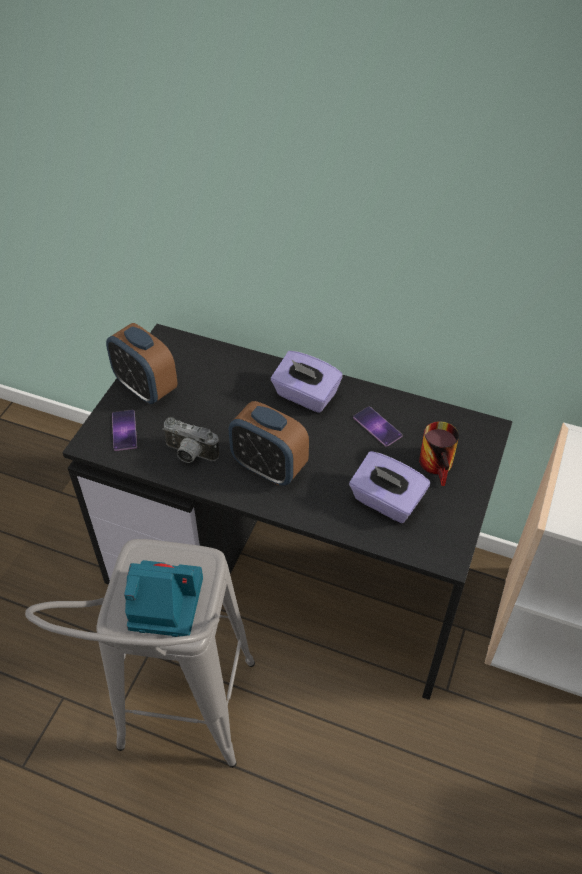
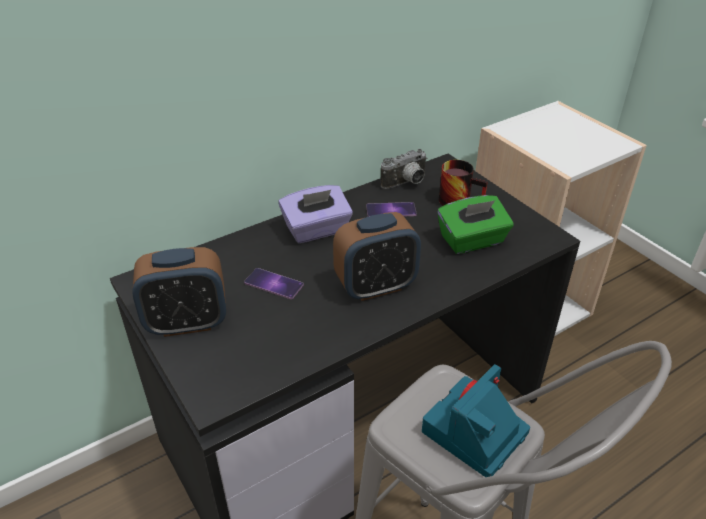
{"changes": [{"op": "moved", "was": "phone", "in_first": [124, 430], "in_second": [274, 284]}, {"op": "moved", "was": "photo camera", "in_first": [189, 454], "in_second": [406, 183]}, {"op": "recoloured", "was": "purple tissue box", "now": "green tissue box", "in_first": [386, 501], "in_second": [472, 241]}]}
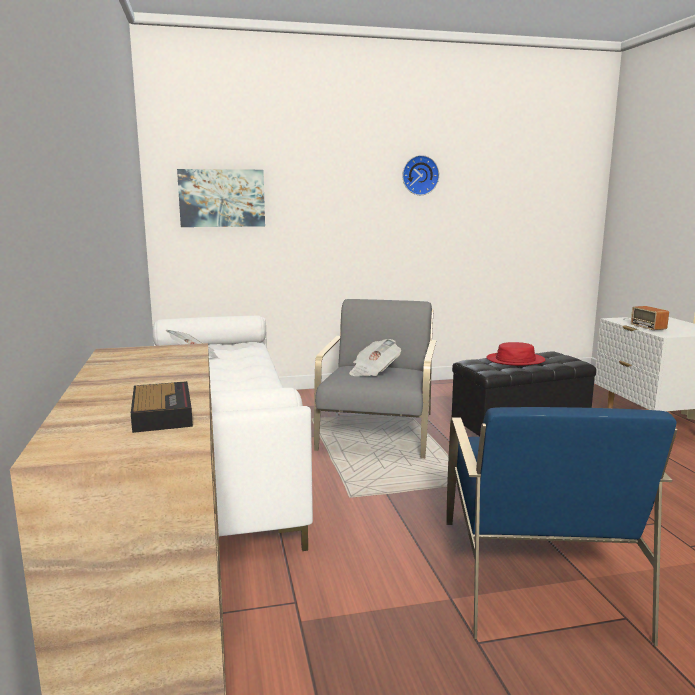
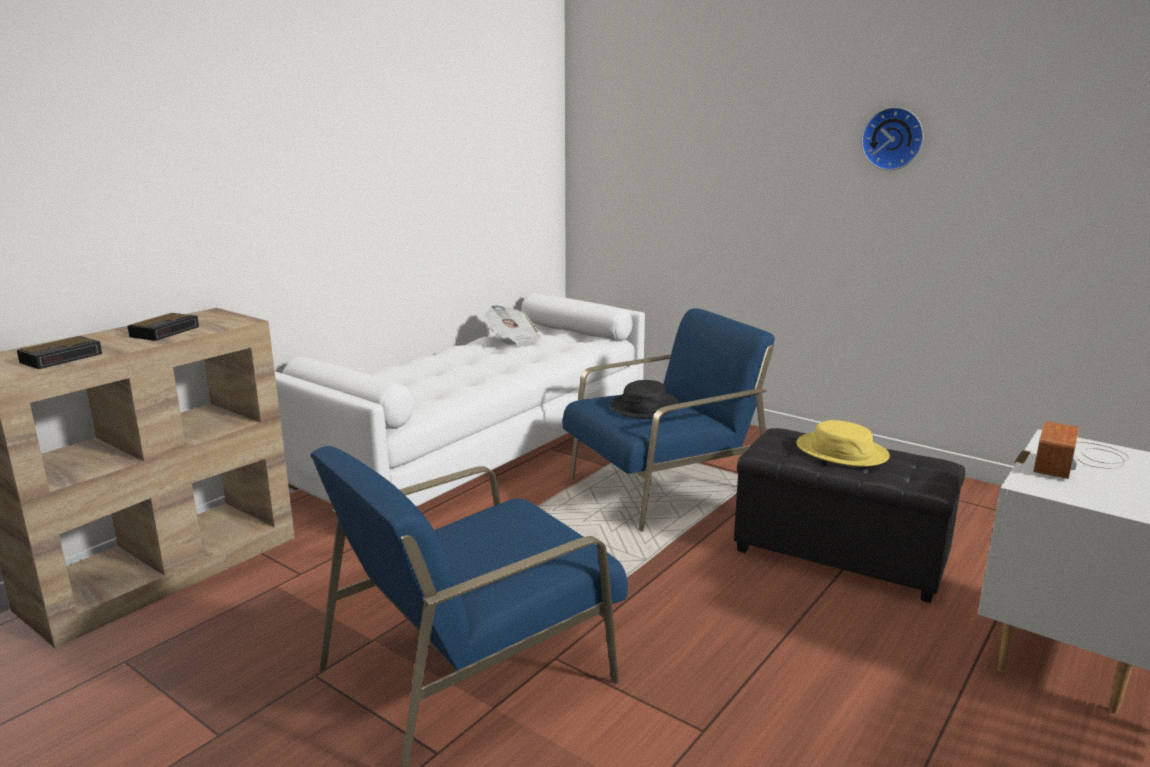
{"changes": [{"op": "removed", "was": "picture", "in_first": [222, 198]}, {"op": "added", "now": "alarm clock", "in_second": [166, 331]}, {"op": "replaced", "was": "newspaper", "now": "black hat", "in_first": [373, 372], "in_second": [644, 406]}, {"op": "recoloured", "was": "grey armchair", "now": "blue armchair", "in_first": [378, 434], "in_second": [662, 488]}, {"op": "recoloured", "was": "red hat", "now": "yellow hat", "in_first": [515, 360], "in_second": [841, 451]}]}
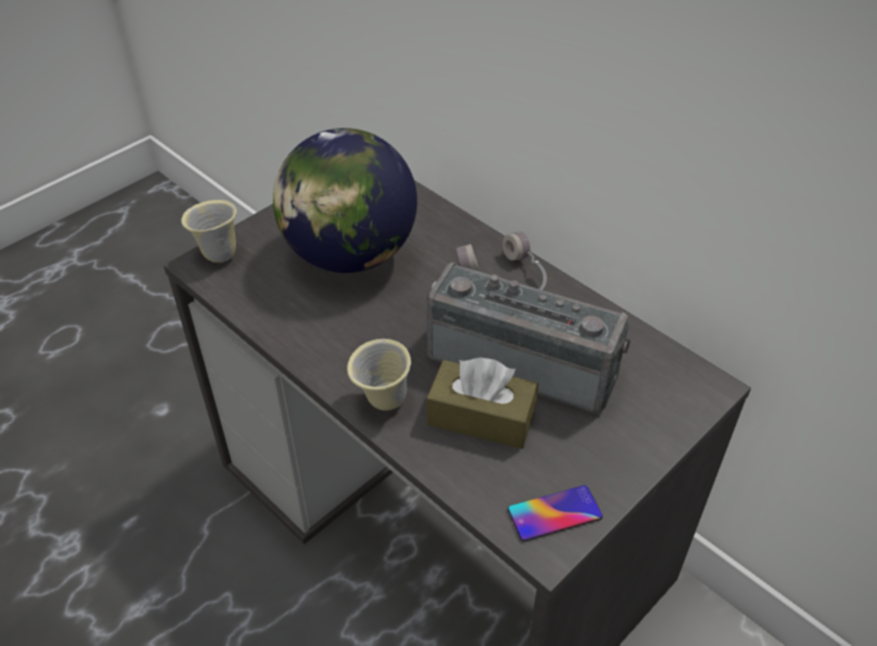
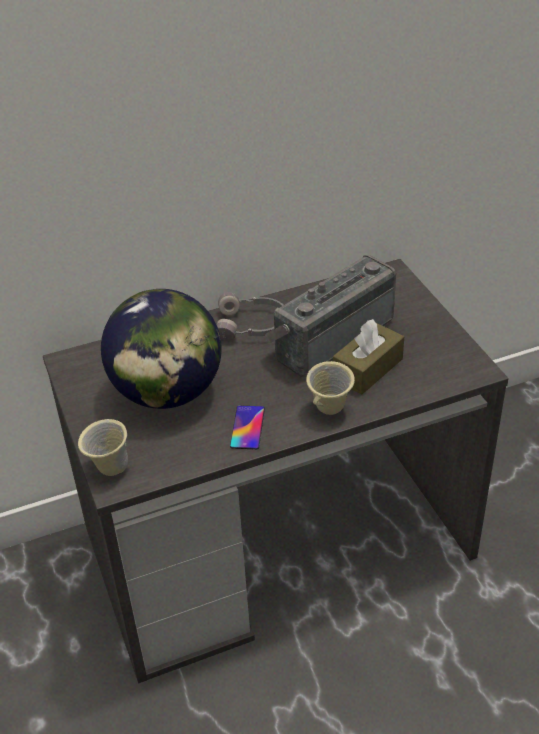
{"changes": [{"op": "moved", "was": "phone", "in_first": [554, 513], "in_second": [247, 427]}]}
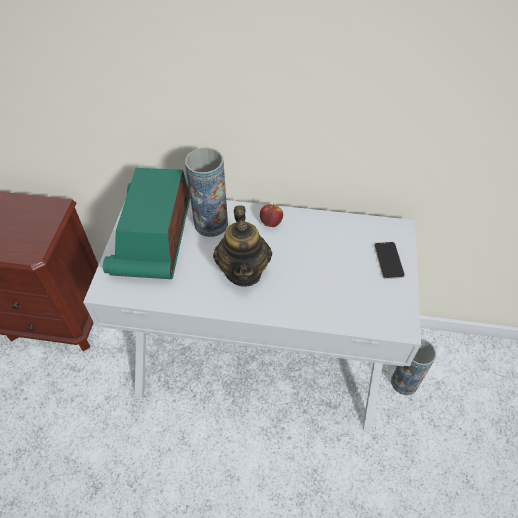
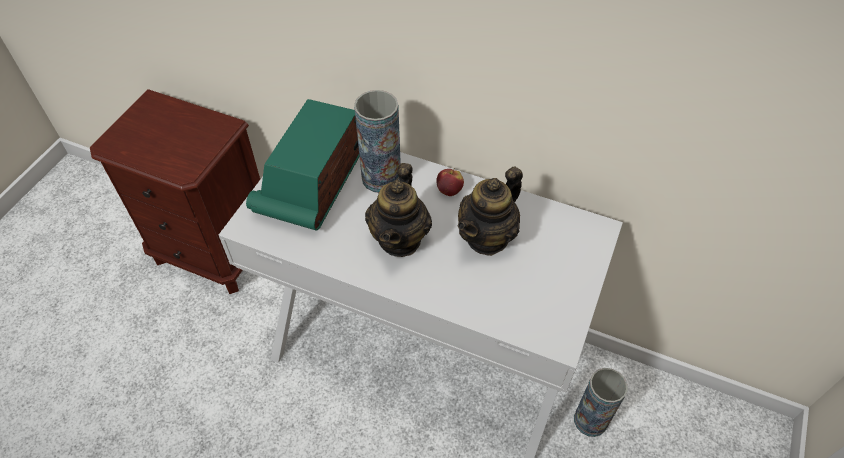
{"changes": [{"op": "removed", "was": "phone", "in_first": [388, 260]}, {"op": "added", "now": "teapot", "in_second": [487, 237]}]}
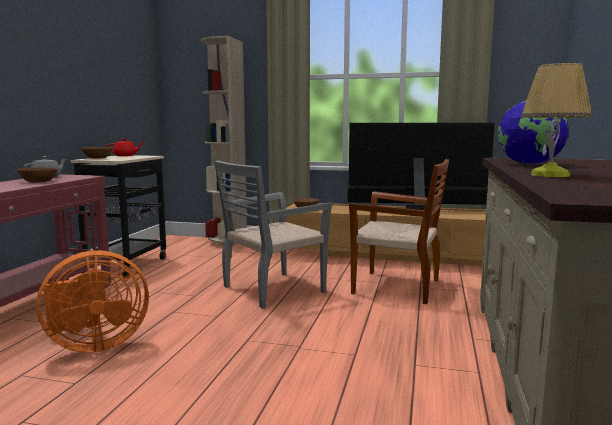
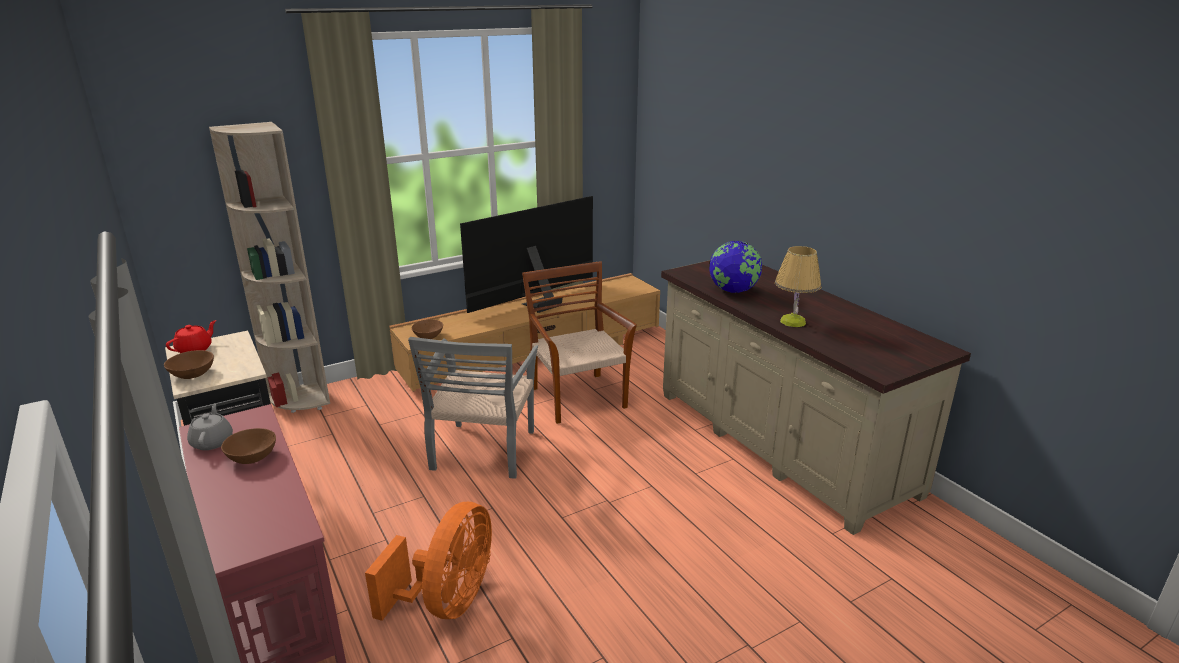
{"changes": [{"op": "turned", "was": "brown armchair", "in_first": [397, 287], "in_second": [578, 397], "clockwise": -90}]}
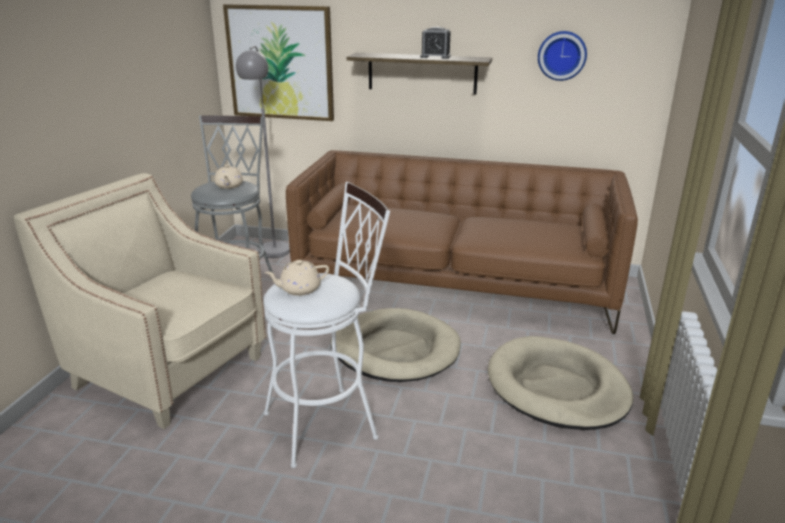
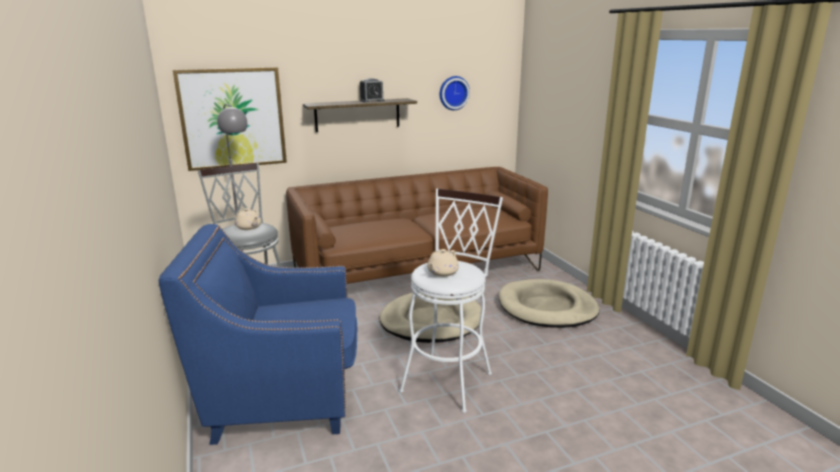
{"changes": [{"op": "recoloured", "was": "beige armchair", "now": "blue armchair", "in_first": [168, 371], "in_second": [282, 397]}]}
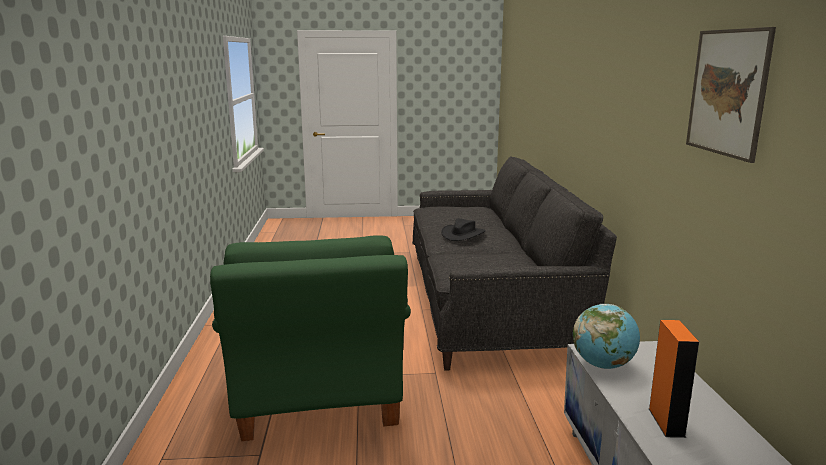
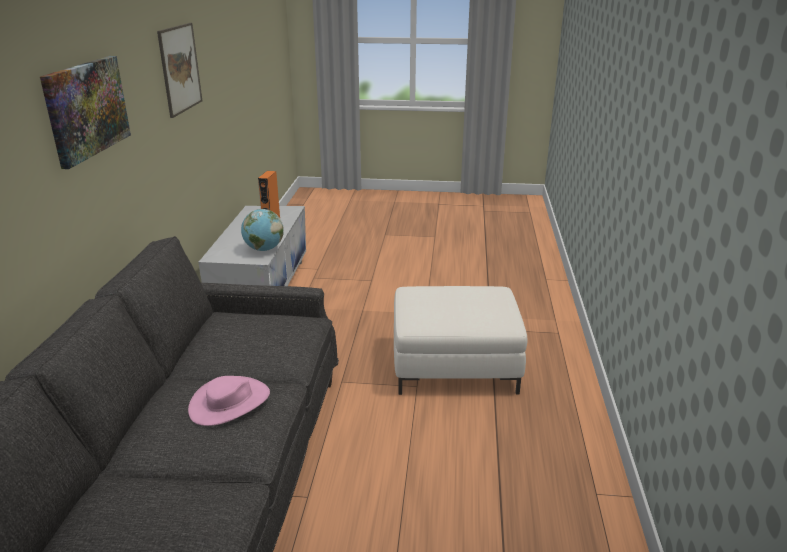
{"changes": [{"op": "added", "now": "picture", "in_second": [86, 109]}, {"op": "replaced", "was": "green armchair", "now": "white ottoman", "in_first": [317, 399], "in_second": [455, 365]}, {"op": "recoloured", "was": "black hat", "now": "pink hat", "in_first": [463, 234], "in_second": [230, 403]}]}
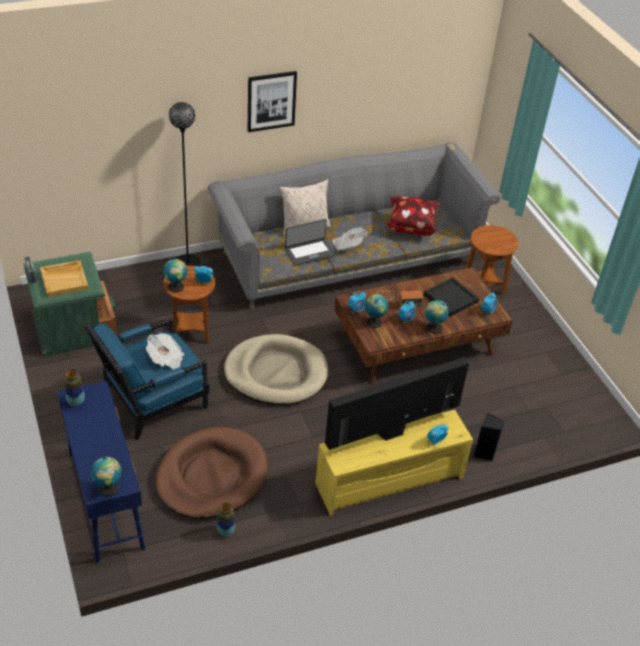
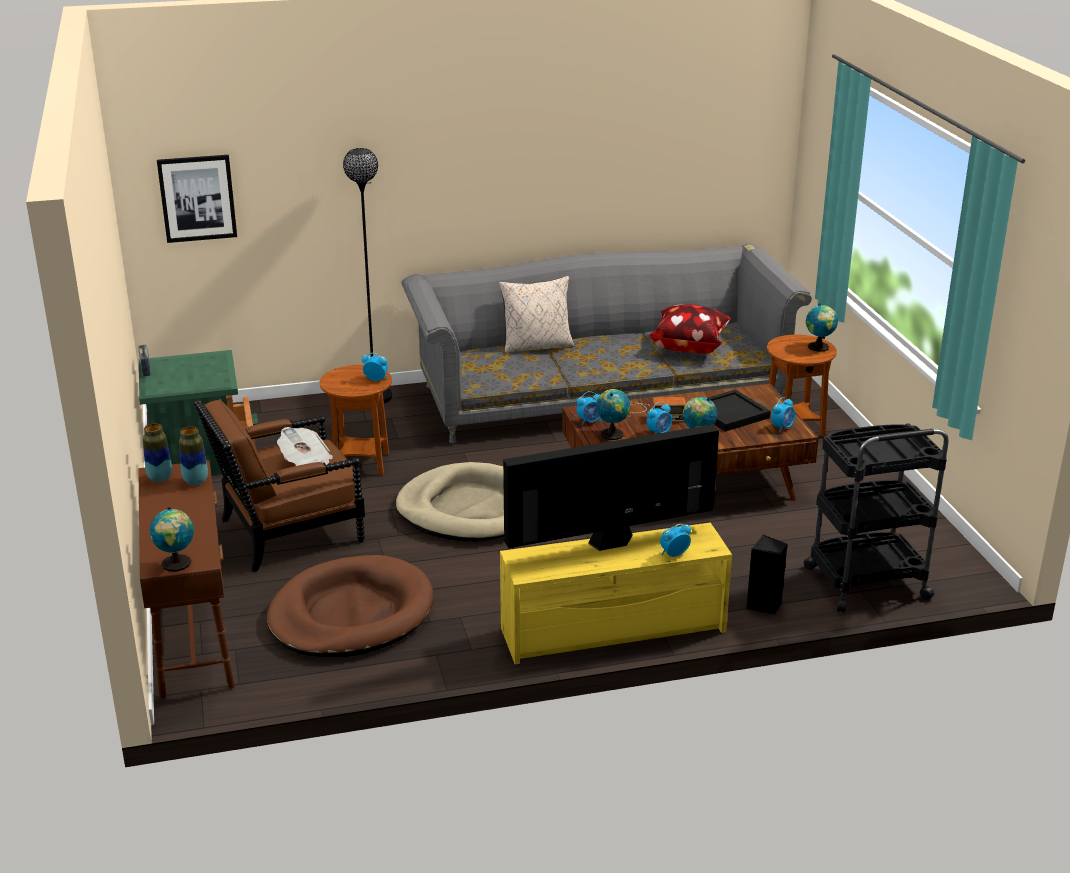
{"changes": [{"op": "removed", "was": "beige tray", "in_first": [64, 280]}, {"op": "removed", "was": "laptop", "in_first": [309, 252]}, {"op": "removed", "was": "newspaper", "in_first": [348, 245]}, {"op": "added", "now": "black cart", "in_second": [866, 582]}, {"op": "moved", "was": "globe", "in_first": [176, 287], "in_second": [819, 347]}, {"op": "moved", "was": "vase", "in_first": [226, 531], "in_second": [195, 481]}, {"op": "moved", "was": "picture", "in_first": [271, 101], "in_second": [197, 198]}, {"op": "recoloured", "was": "blue console table", "now": "brown console table", "in_first": [107, 500], "in_second": [194, 633]}, {"op": "recoloured", "was": "blue armchair", "now": "brown armchair", "in_first": [151, 401], "in_second": [286, 532]}]}
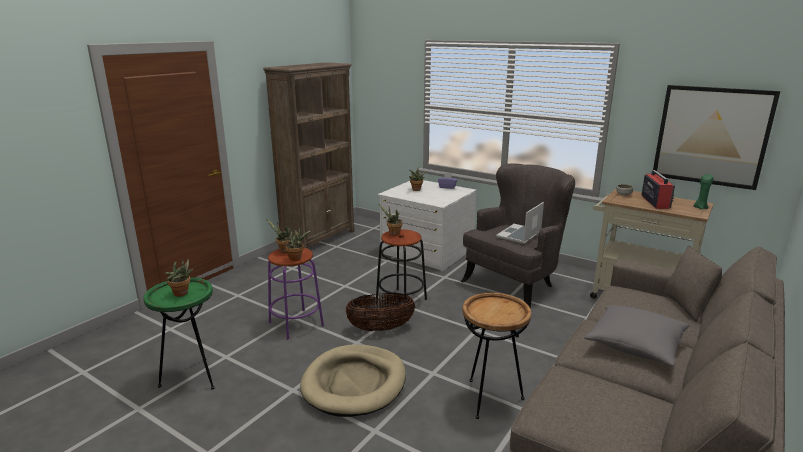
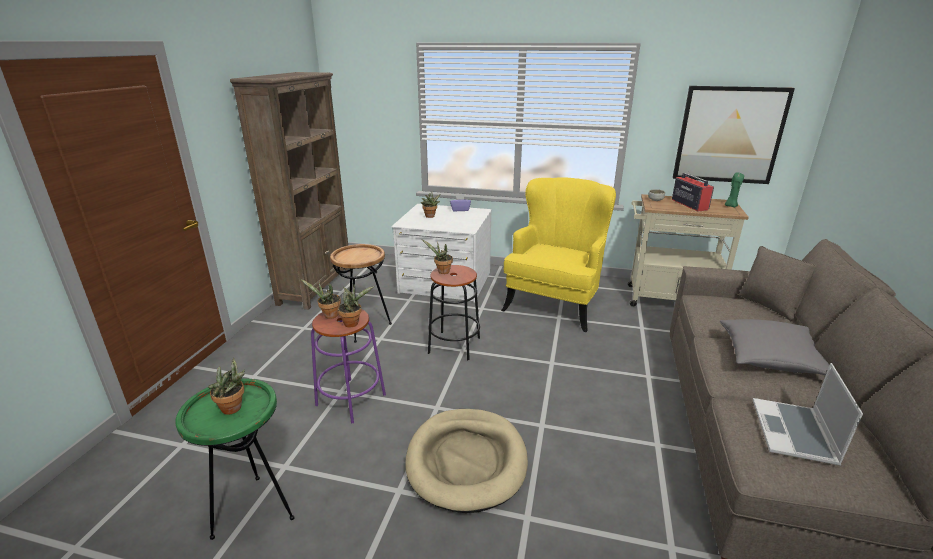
{"changes": [{"op": "removed", "was": "basket", "in_first": [380, 328]}, {"op": "moved", "was": "brown side table", "in_first": [490, 398], "in_second": [365, 328]}, {"op": "moved", "was": "laptop", "in_first": [519, 235], "in_second": [794, 433]}, {"op": "recoloured", "was": "grey armchair", "now": "yellow armchair", "in_first": [515, 284], "in_second": [554, 304]}]}
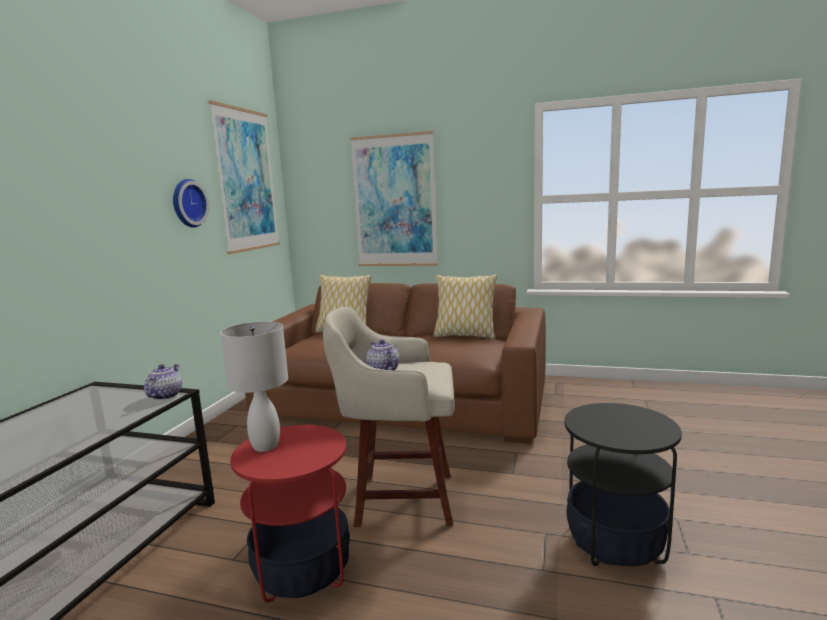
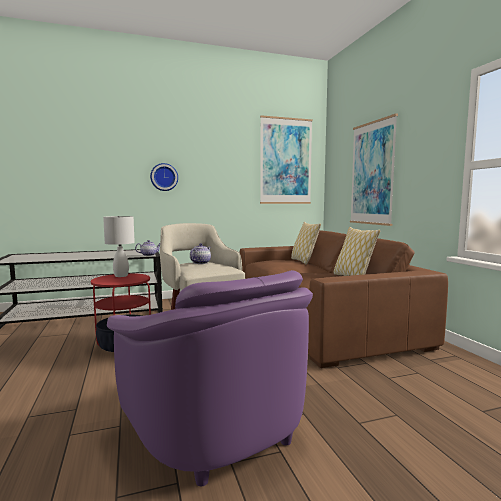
{"changes": [{"op": "moved", "was": "wall clock", "in_first": [187, 203], "in_second": [164, 177]}, {"op": "replaced", "was": "black side table", "now": "purple armchair", "in_first": [615, 544], "in_second": [214, 426]}]}
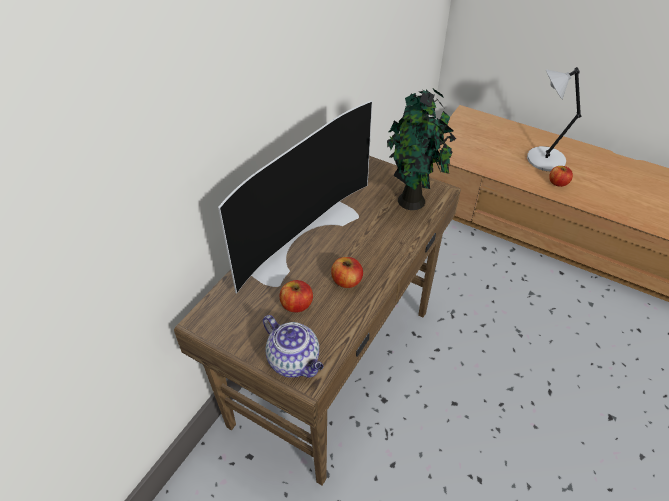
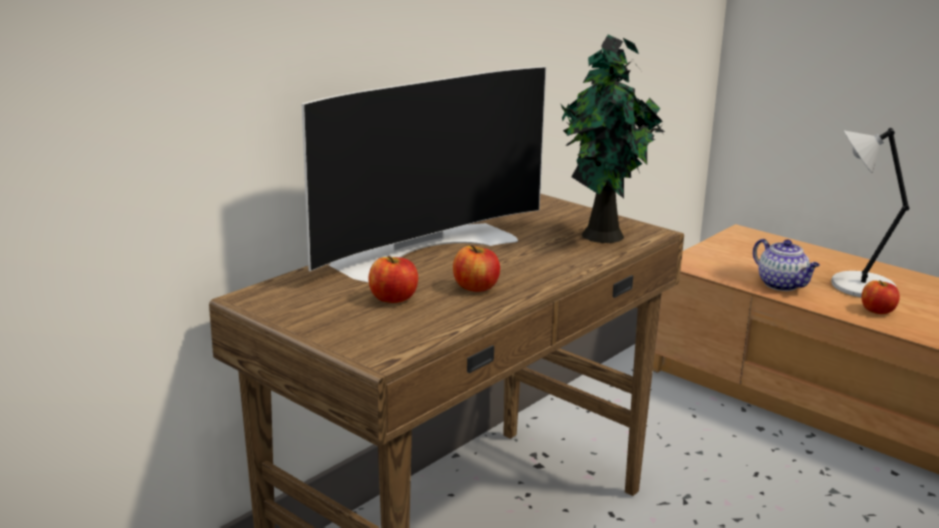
{"changes": [{"op": "moved", "was": "teapot", "in_first": [295, 361], "in_second": [782, 285]}]}
